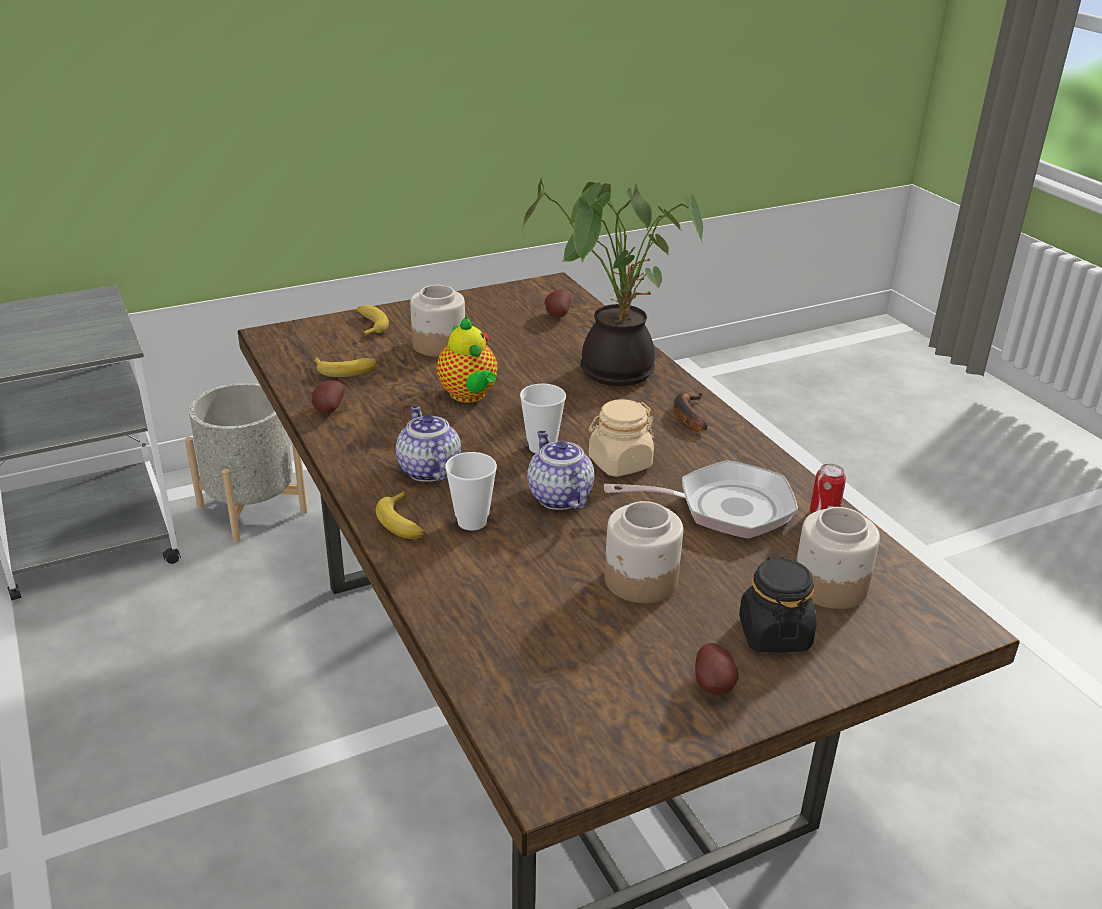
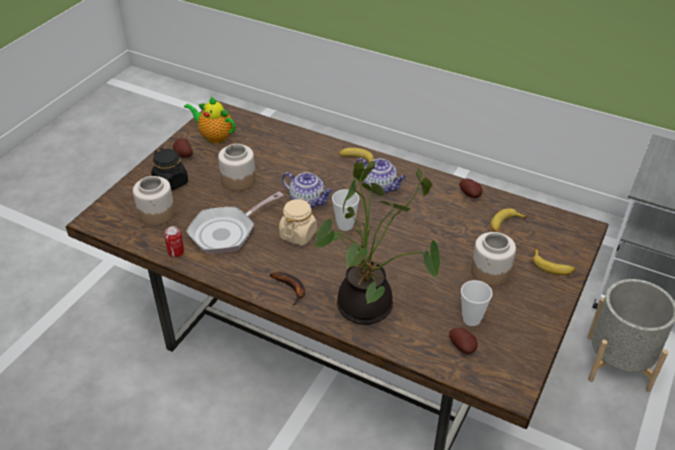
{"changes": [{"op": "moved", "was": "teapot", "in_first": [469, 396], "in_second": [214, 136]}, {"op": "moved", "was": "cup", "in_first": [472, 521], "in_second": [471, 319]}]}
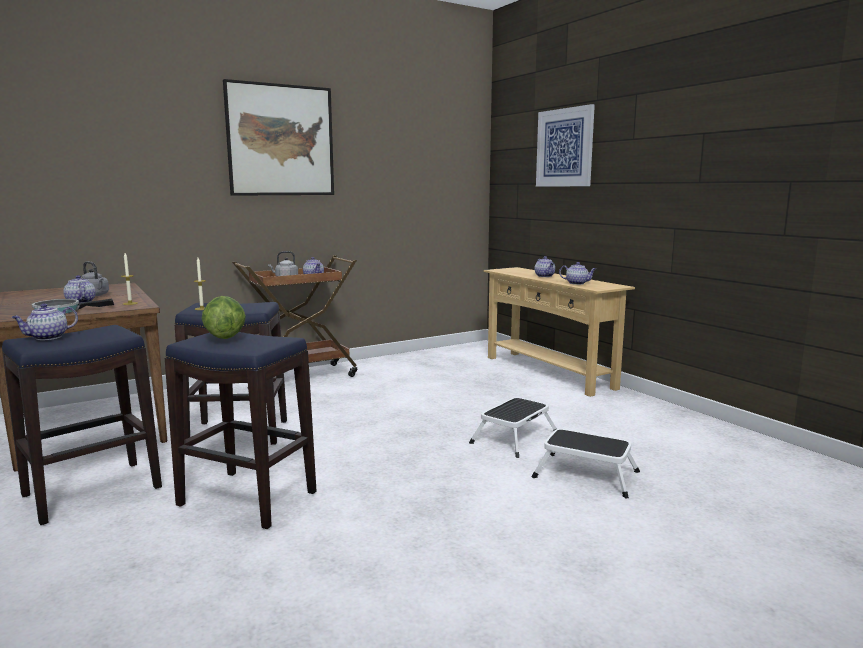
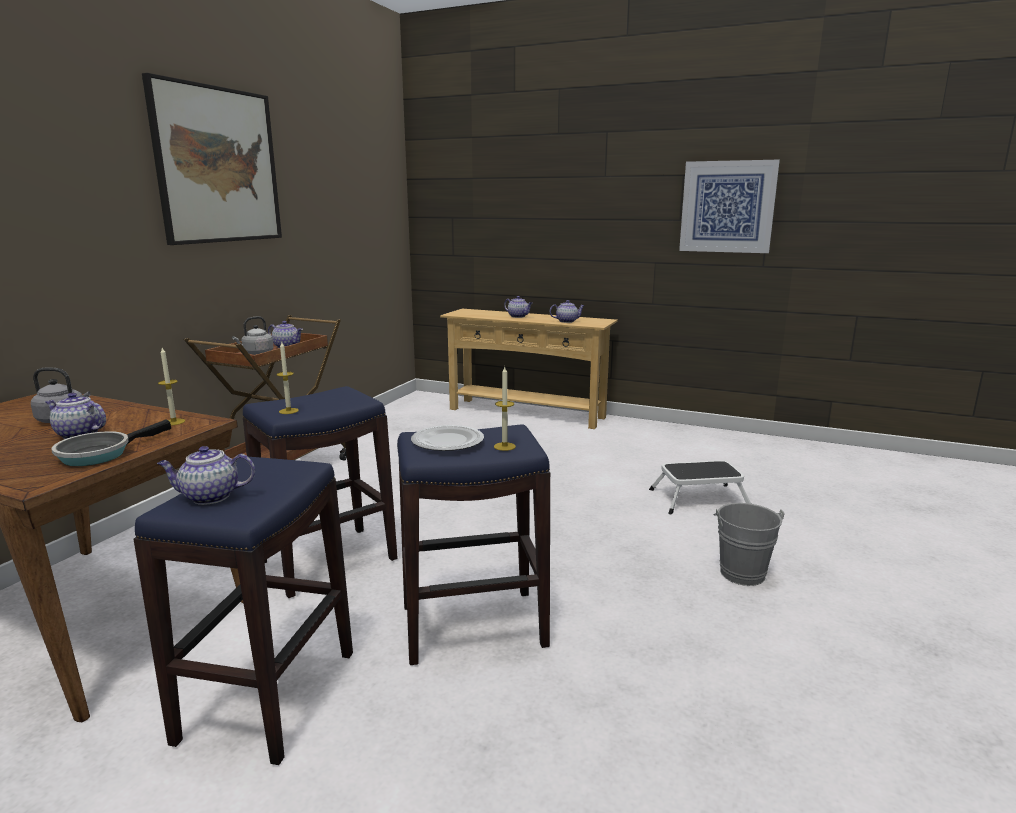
{"changes": [{"op": "removed", "was": "black step ladder", "in_first": [515, 438]}, {"op": "added", "now": "candle", "in_second": [504, 446]}, {"op": "added", "now": "grey bucket", "in_second": [740, 571]}, {"op": "moved", "was": "picture", "in_first": [564, 148], "in_second": [727, 207]}, {"op": "replaced", "was": "lettuce", "now": "plate", "in_first": [225, 337], "in_second": [447, 442]}, {"op": "turned", "was": "teapot", "in_first": [47, 337], "in_second": [209, 497], "clockwise": 75}]}
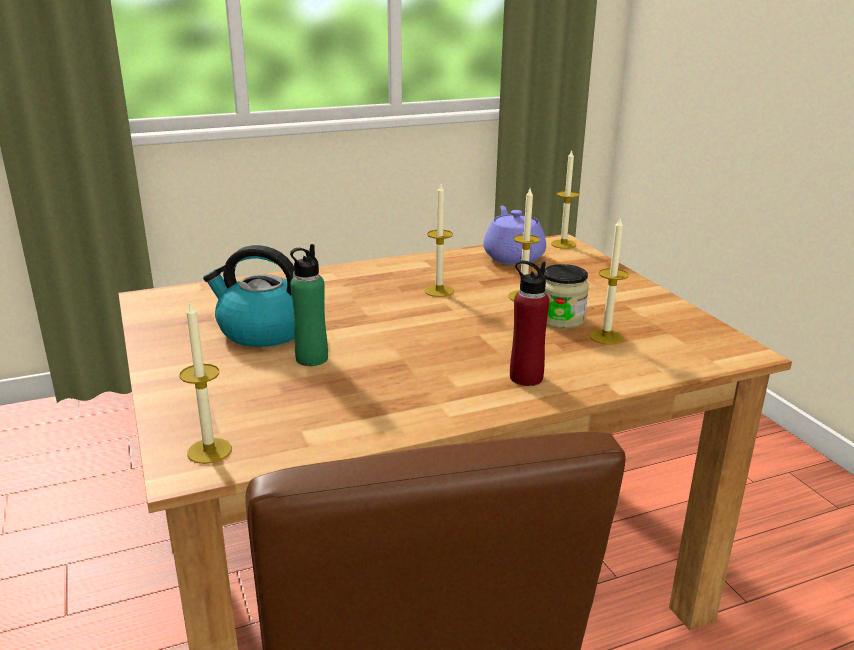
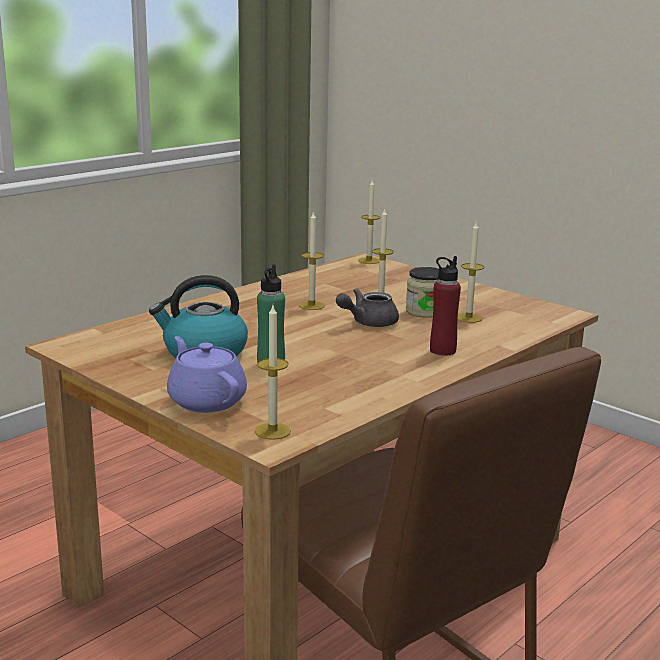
{"changes": [{"op": "added", "now": "grey teapot", "in_second": [368, 323]}, {"op": "moved", "was": "purple teapot", "in_first": [513, 257], "in_second": [206, 400]}]}
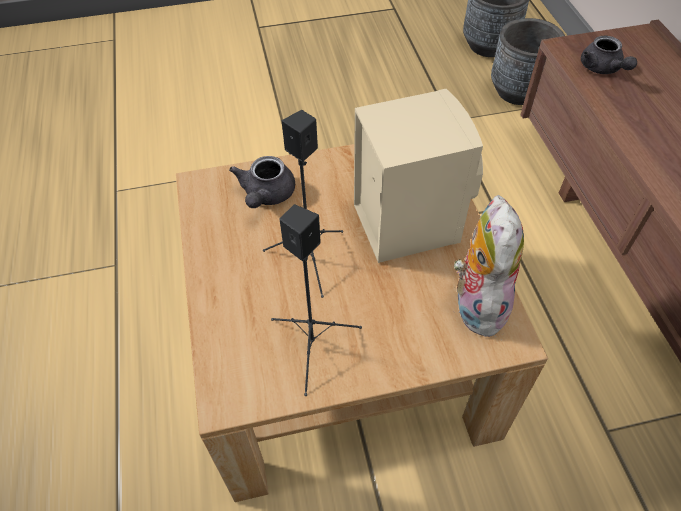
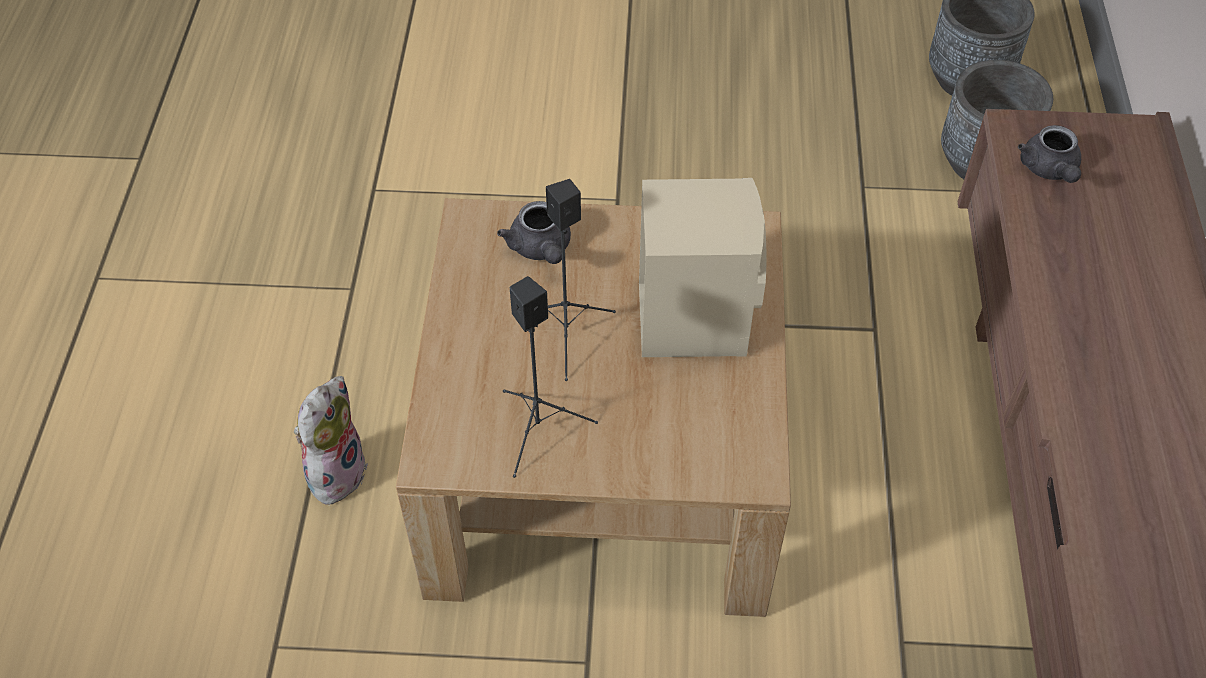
{"changes": [{"op": "moved", "was": "plush toy", "in_first": [476, 303], "in_second": [335, 471]}, {"op": "turned", "was": "grey teapot", "in_first": [266, 195], "in_second": [541, 249], "clockwise": -45}]}
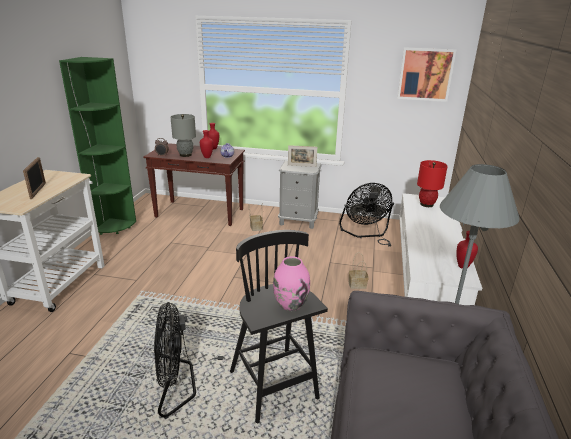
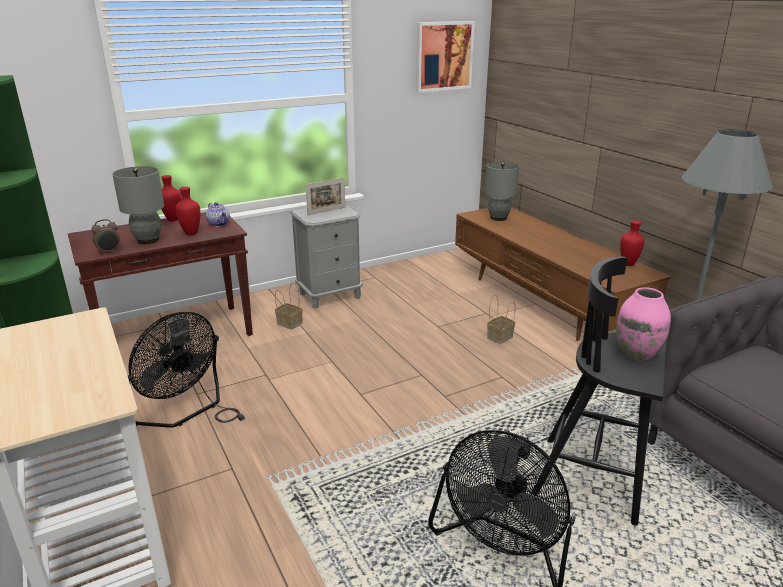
{"changes": [{"op": "removed", "was": "picture frame", "in_first": [38, 191]}, {"op": "moved", "was": "black fan", "in_first": [369, 233], "in_second": [192, 408]}, {"op": "recoloured", "was": "white tv stand", "now": "brown tv stand", "in_first": [426, 278], "in_second": [544, 302]}, {"op": "recoloured", "was": "red table lamp", "now": "grey table lamp", "in_first": [426, 204], "in_second": [498, 218]}]}
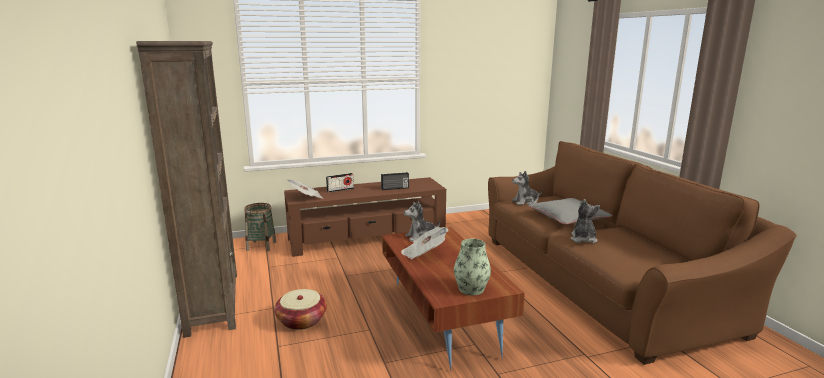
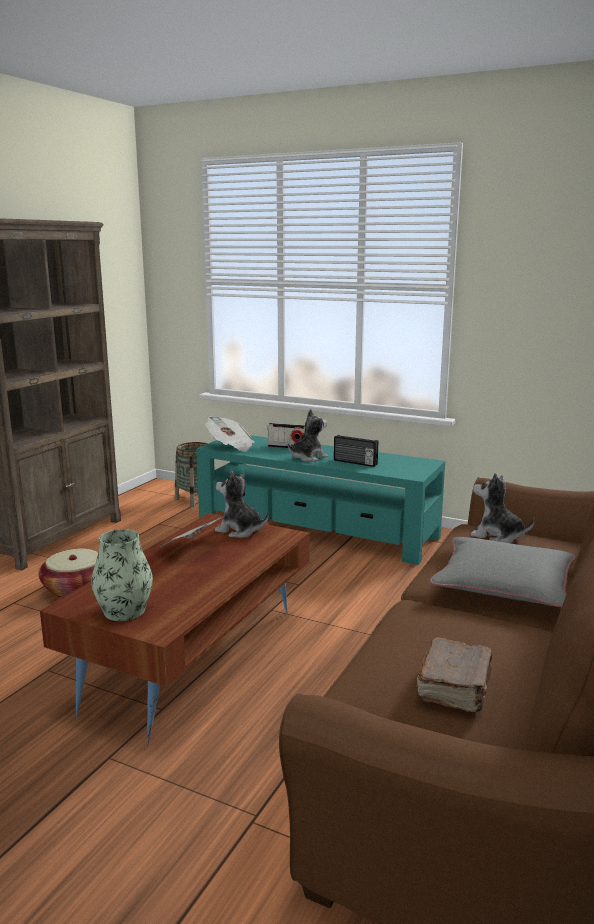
{"changes": [{"op": "added", "now": "brown book", "in_second": [456, 688]}, {"op": "moved", "was": "plush toy", "in_first": [583, 239], "in_second": [307, 457]}, {"op": "recoloured", "was": "brown tv stand", "now": "turquoise tv stand", "in_first": [367, 237], "in_second": [316, 529]}]}
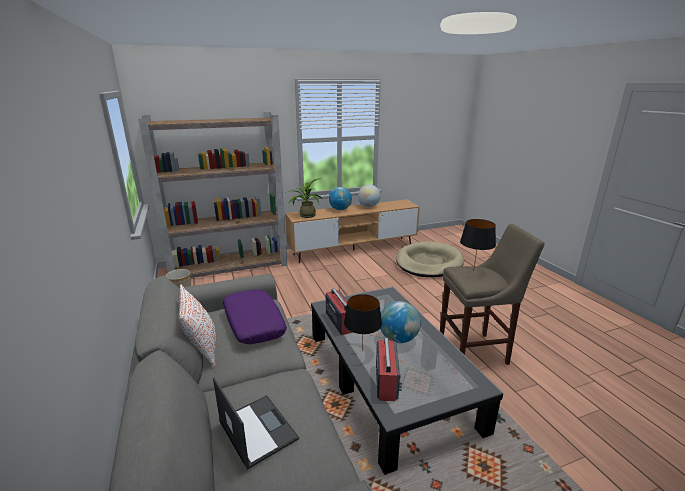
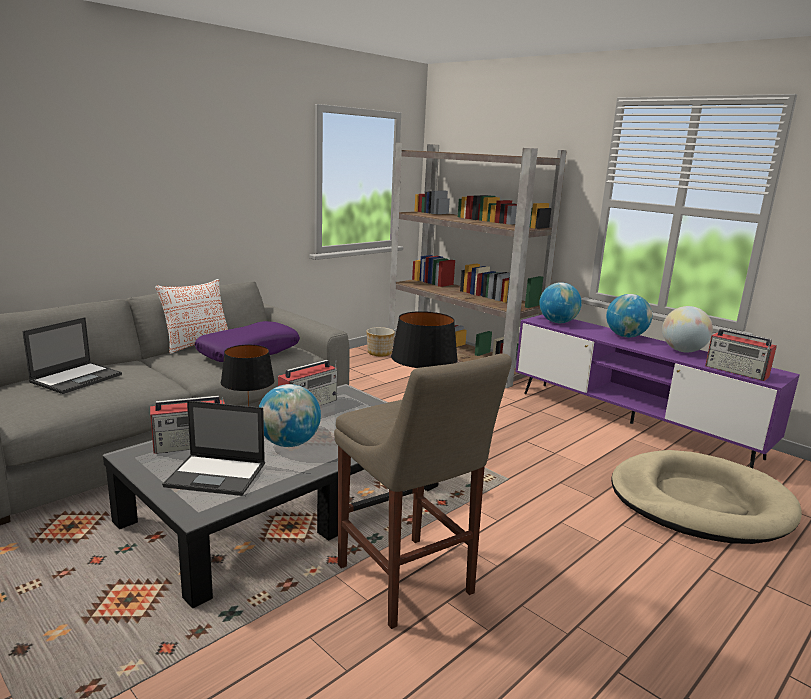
{"changes": [{"op": "added", "now": "laptop", "in_second": [217, 475]}, {"op": "added", "now": "radio", "in_second": [737, 372]}, {"op": "replaced", "was": "potted plant", "now": "globe", "in_first": [305, 215], "in_second": [557, 322]}, {"op": "recoloured", "was": "brown tv stand", "now": "purple tv stand", "in_first": [353, 250], "in_second": [631, 423]}]}
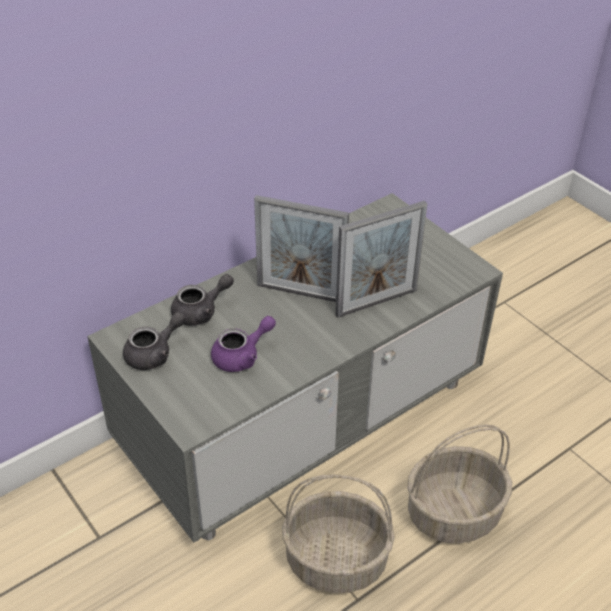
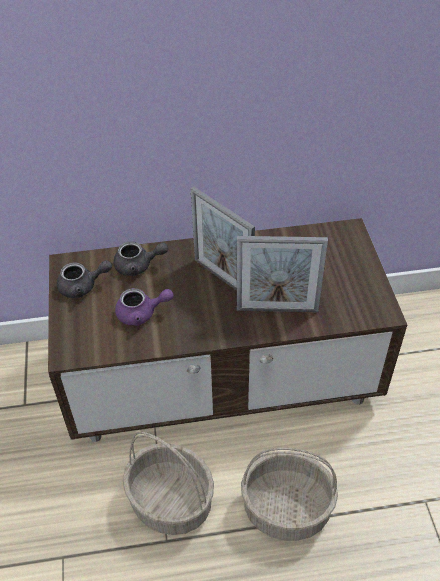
{"changes": [{"op": "recoloured", "was": "grey tv stand", "now": "brown tv stand", "in_first": [304, 414], "in_second": [223, 375]}]}
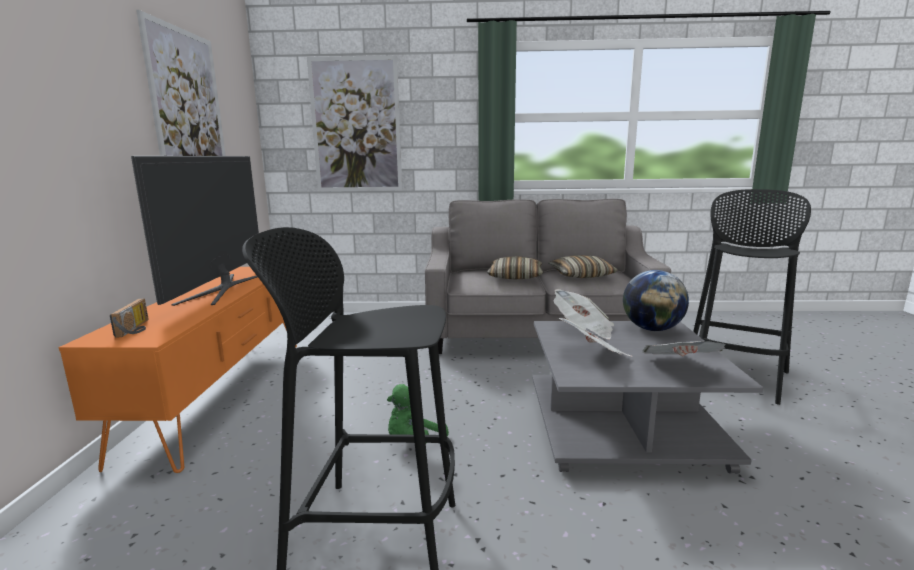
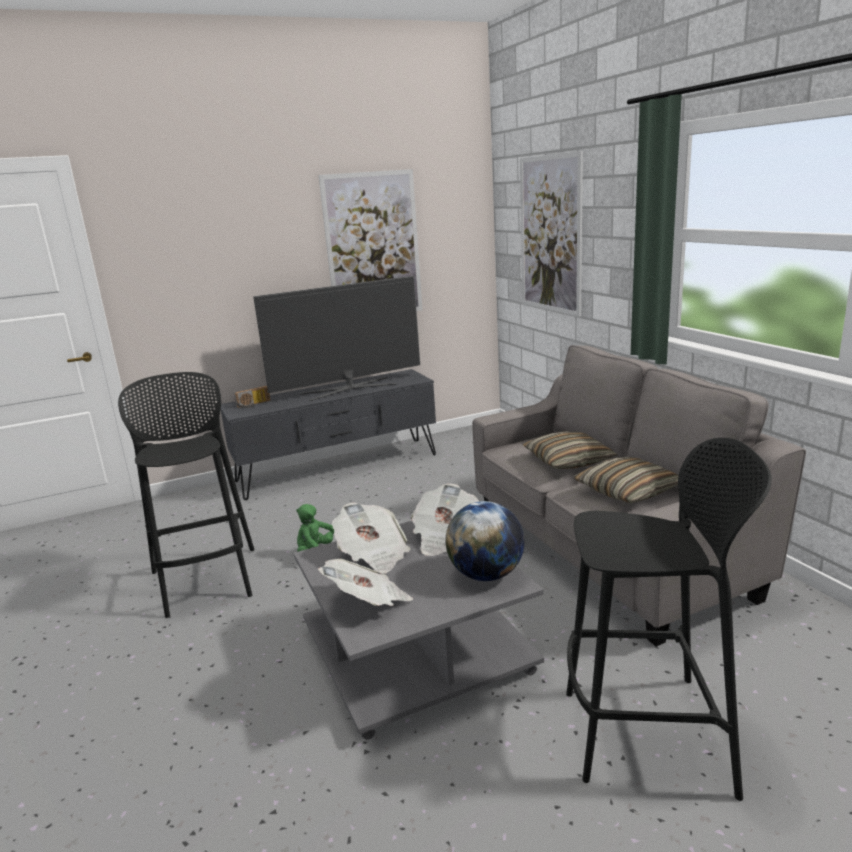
{"changes": [{"op": "recoloured", "was": "orange tv stand", "now": "grey tv stand", "in_first": [222, 393], "in_second": [339, 468]}]}
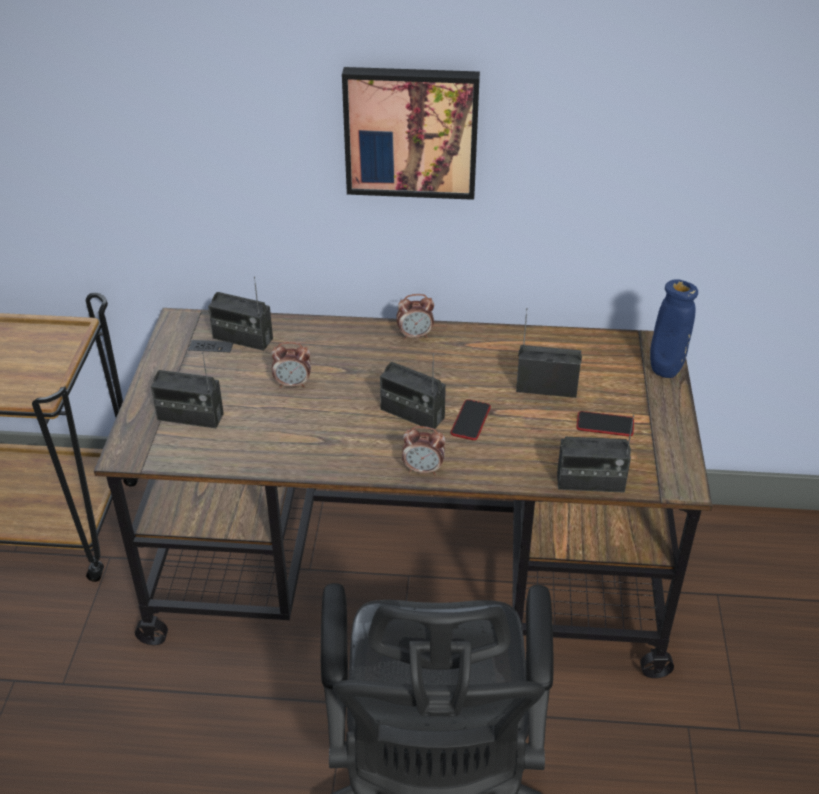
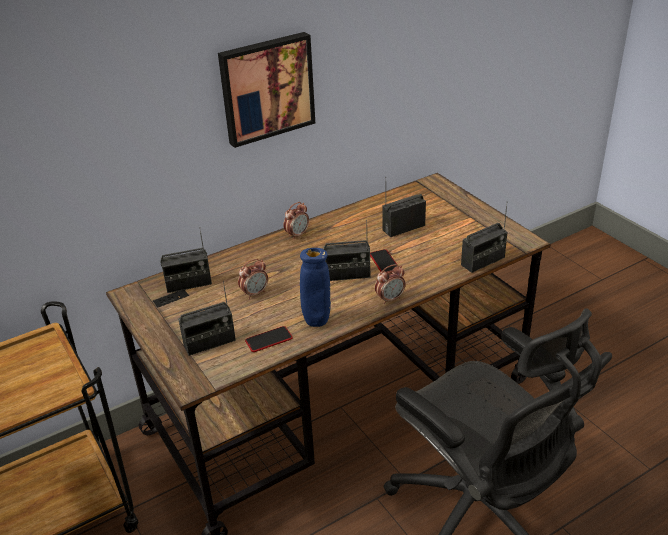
{"changes": [{"op": "moved", "was": "phone", "in_first": [605, 425], "in_second": [269, 340]}, {"op": "moved", "was": "blue vase", "in_first": [665, 372], "in_second": [317, 322]}]}
